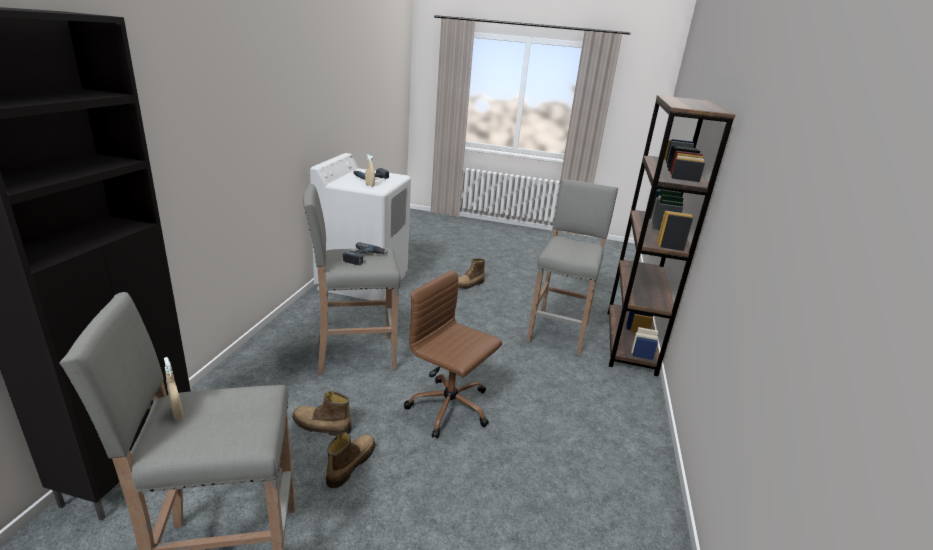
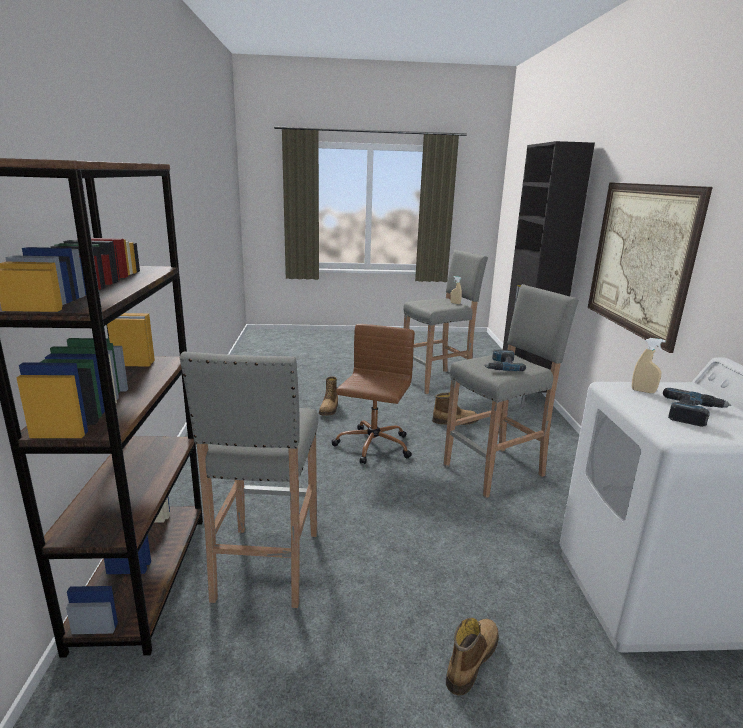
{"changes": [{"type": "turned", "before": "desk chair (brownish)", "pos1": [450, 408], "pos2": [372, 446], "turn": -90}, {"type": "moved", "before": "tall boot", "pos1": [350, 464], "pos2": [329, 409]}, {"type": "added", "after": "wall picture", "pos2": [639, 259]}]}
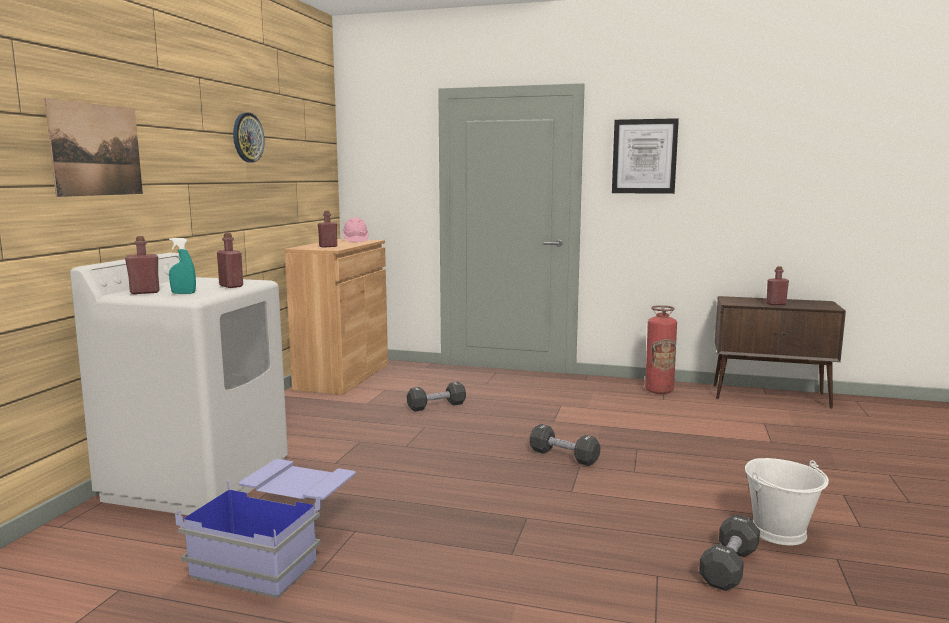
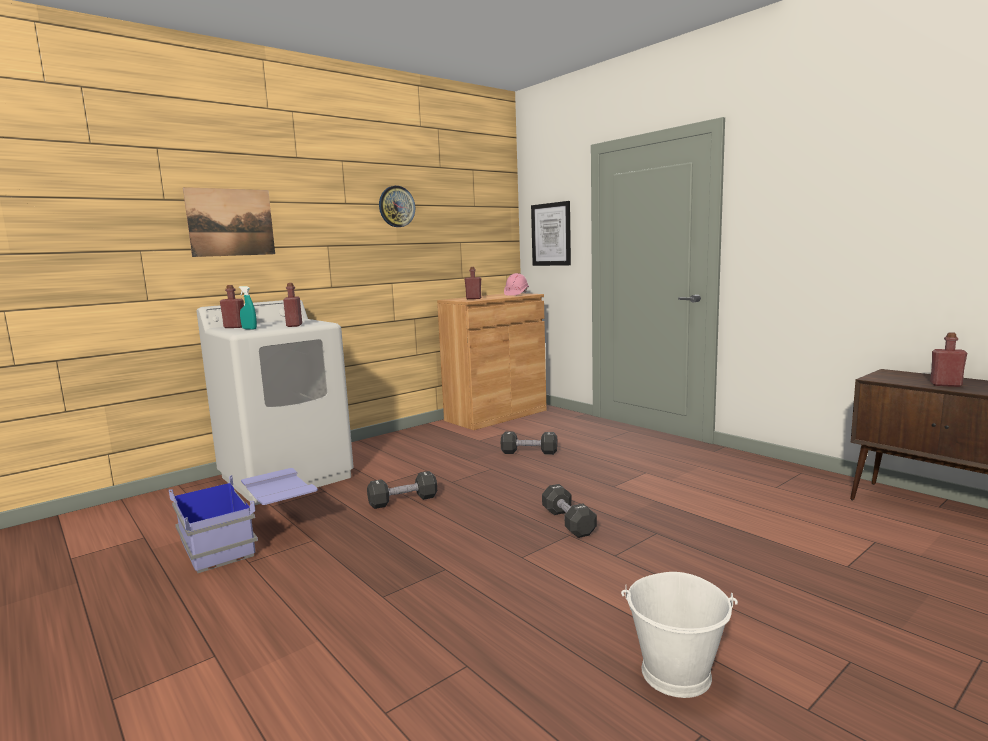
{"changes": [{"type": "moved", "before": "wall picture", "pos1": [644, 156], "pos2": [551, 234]}, {"type": "removed", "before": "fire extinguisher", "pos1": [659, 390]}, {"type": "moved", "before": "dumbbell (black-coloured)", "pos1": [729, 567], "pos2": [403, 501]}]}
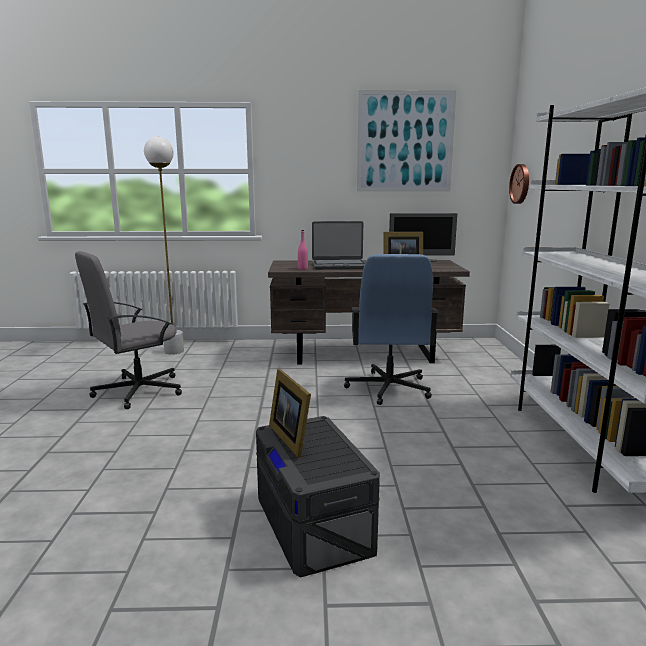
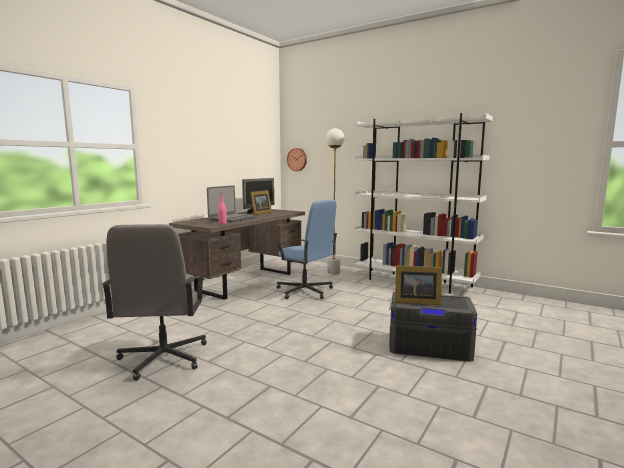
{"changes": [{"type": "removed", "before": "wall picture", "pos1": [405, 142]}, {"type": "moved", "before": "standard lamp (whitish)", "pos1": [174, 351], "pos2": [333, 272]}]}
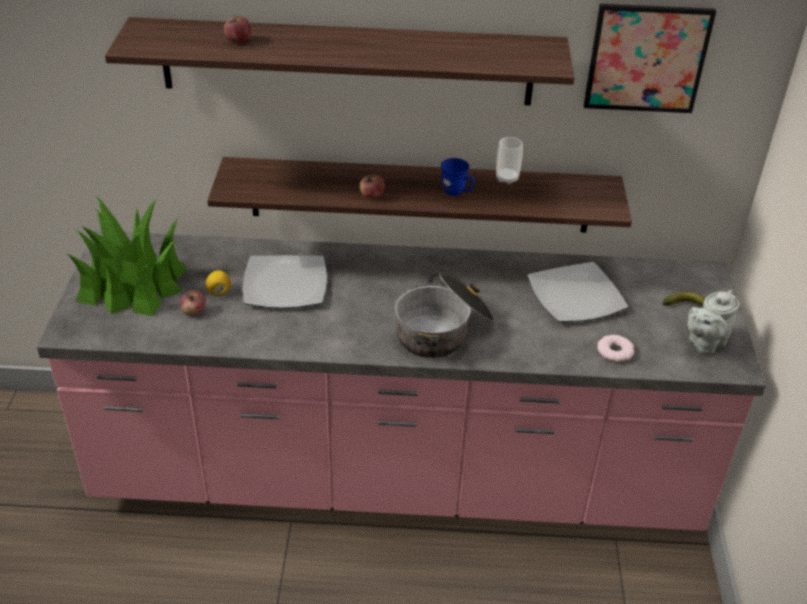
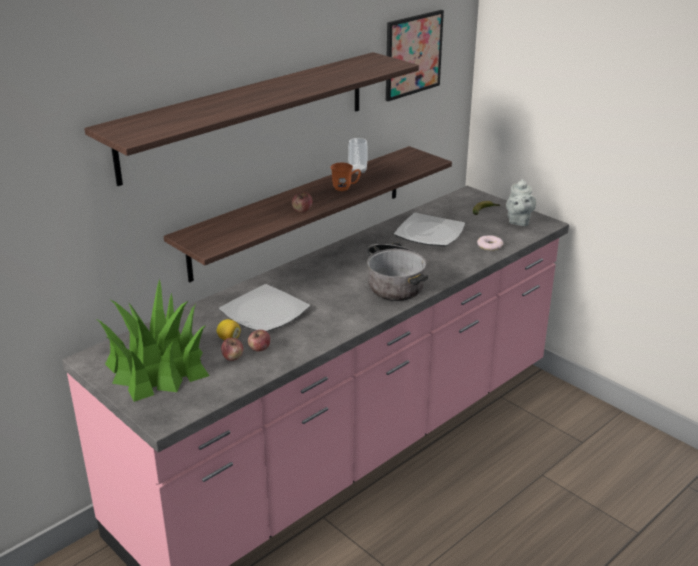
{"changes": [{"type": "moved", "before": "apple", "pos1": [238, 40], "pos2": [259, 348]}, {"type": "recoloured", "before": "coffee mug (bluish)", "after": "coffee mug (orangey)", "pos1": [457, 192], "pos2": [345, 188]}]}
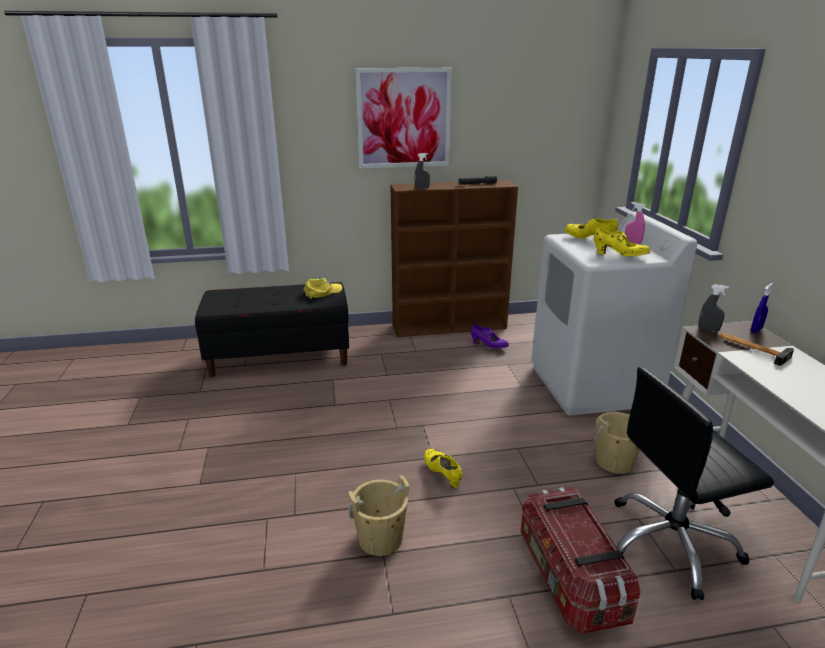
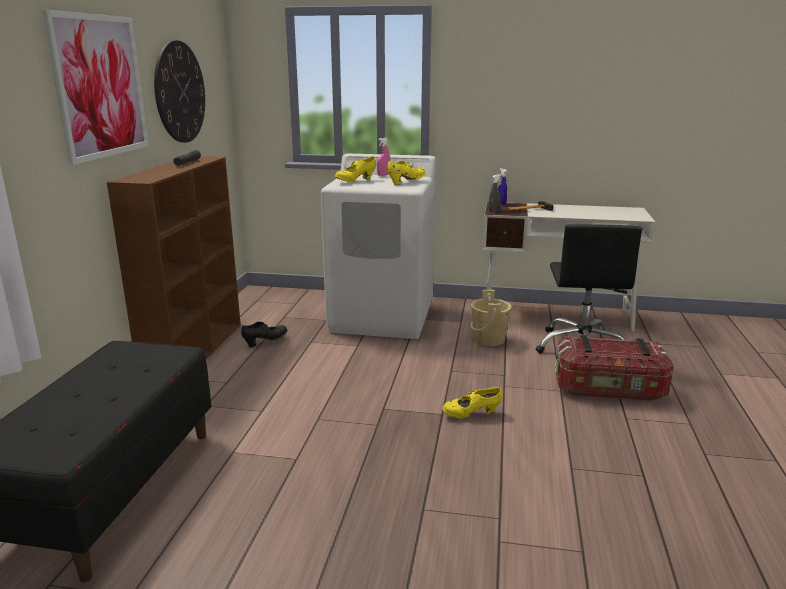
{"changes": [{"type": "removed", "before": "spray bottle (greyish)", "pos1": [422, 188]}, {"type": "removed", "before": "baseball cap (yellowish)", "pos1": [322, 292]}, {"type": "recoloured", "before": "item of footwear (purplish)", "after": "item of footwear (black-coloured)", "pos1": [488, 346], "pos2": [265, 341]}, {"type": "removed", "before": "bucket (sand-coloured)", "pos1": [380, 538]}, {"type": "added", "after": "hanging clock", "pos2": [180, 92]}]}
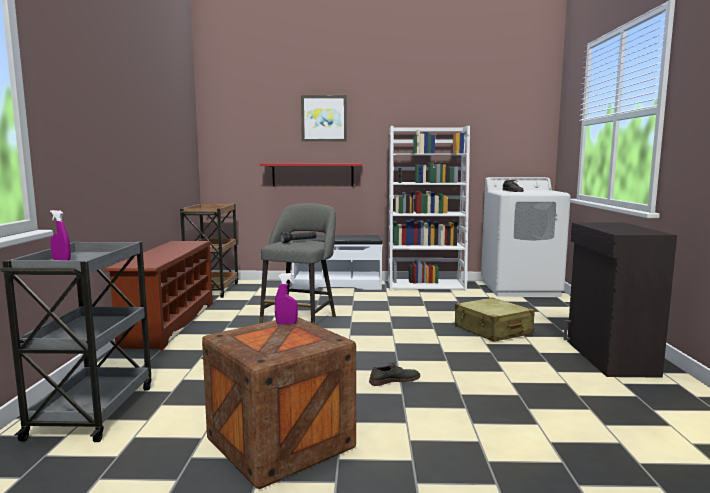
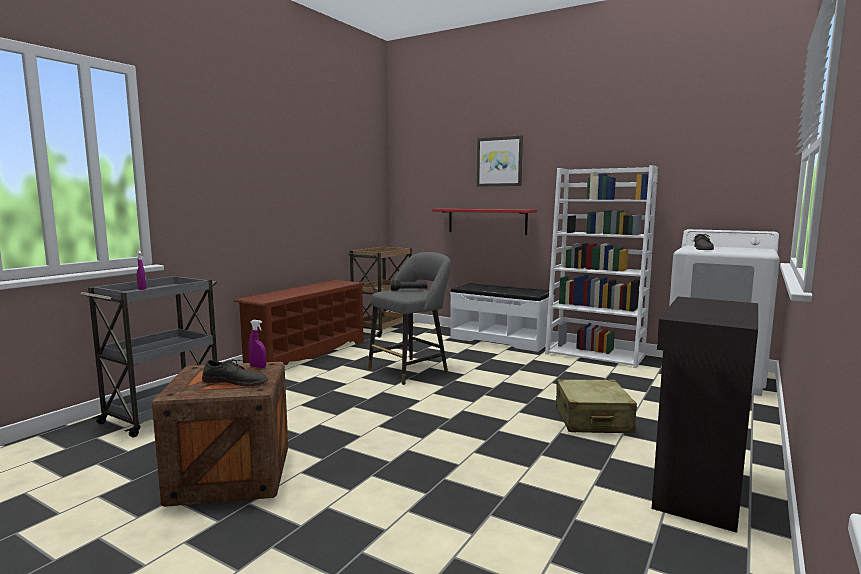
{"changes": [{"type": "moved", "before": "item of footwear (greyish)", "pos1": [394, 380], "pos2": [235, 381]}]}
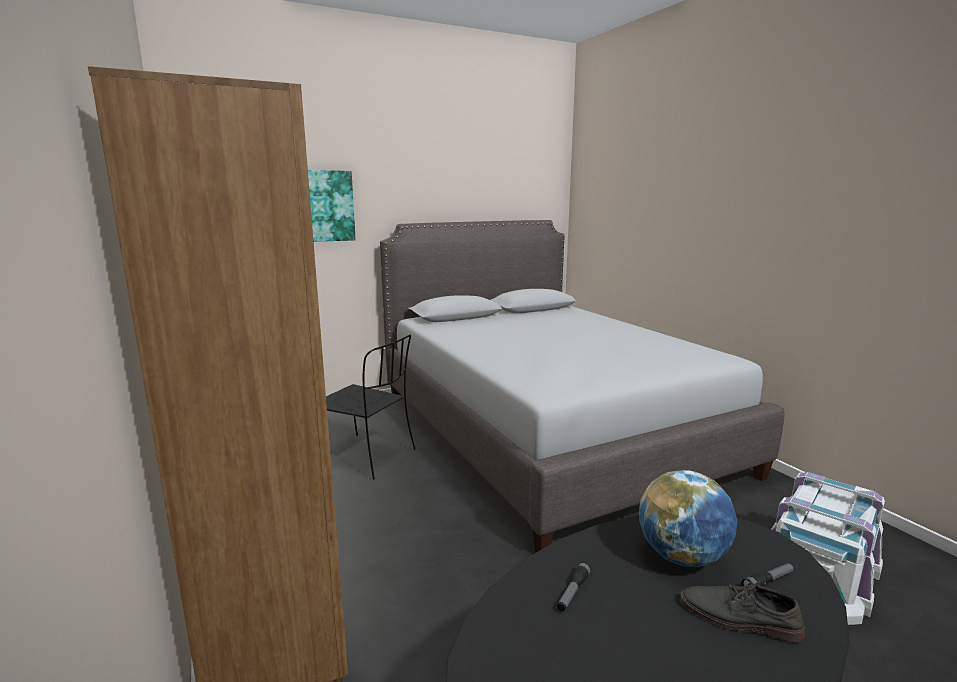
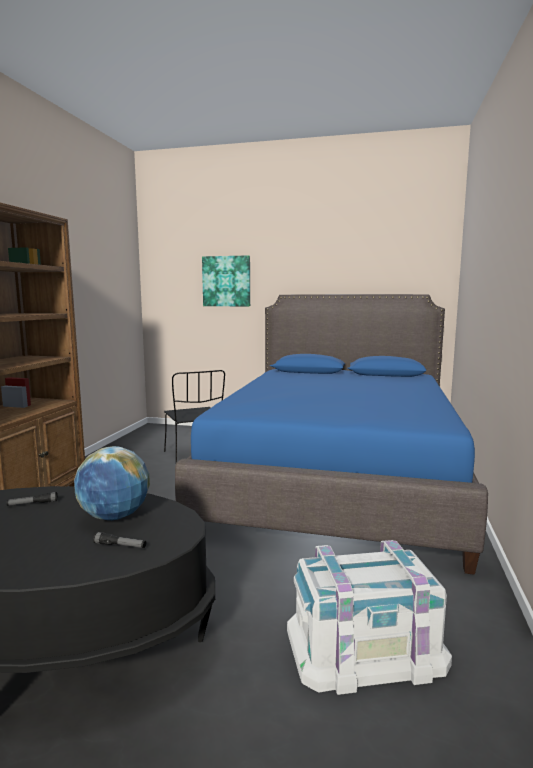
{"changes": [{"type": "recoloured", "before": "bedroom bed (greyish)", "after": "bedroom bed (bluish)", "pos1": [548, 432], "pos2": [337, 479]}, {"type": "removed", "before": "item of footwear (greyish)", "pos1": [739, 618]}]}
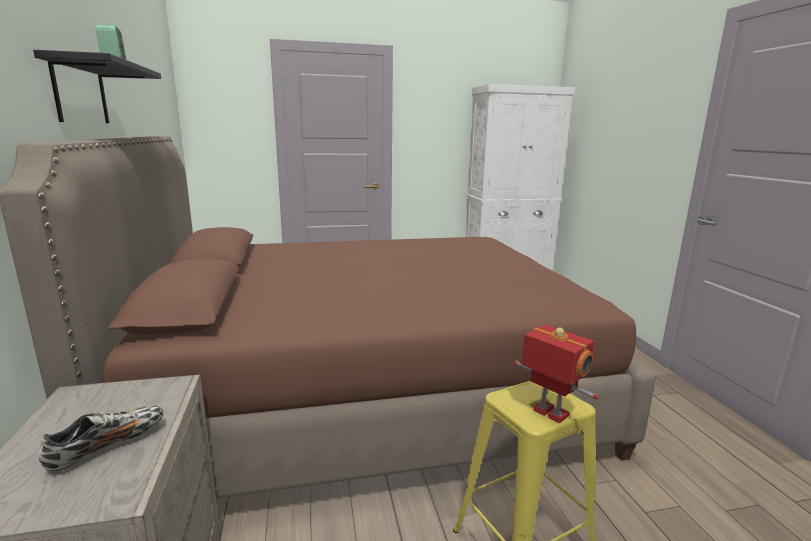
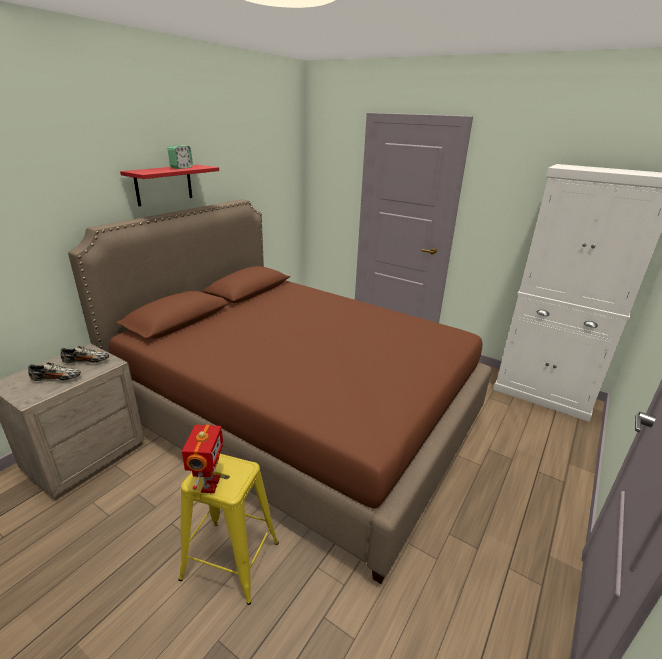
{"changes": [{"type": "recoloured", "before": "bracket shelf (black-coloured)", "after": "bracket shelf (reddish)", "pos1": [80, 92], "pos2": [164, 184]}, {"type": "added", "after": "item of footwear", "pos2": [86, 361]}]}
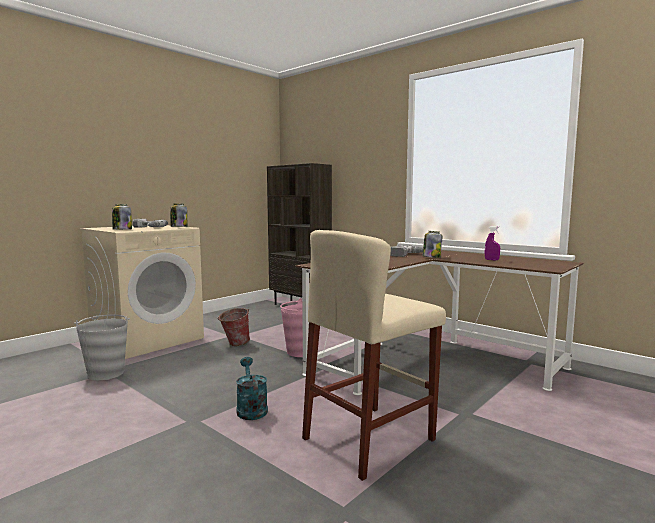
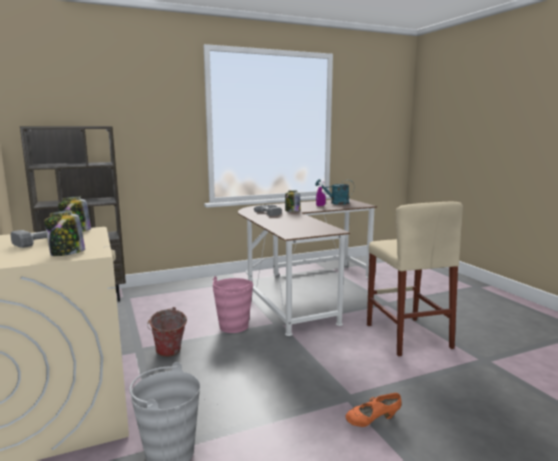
{"changes": [{"type": "moved", "before": "watering pot (blue-green)", "pos1": [251, 409], "pos2": [336, 203]}, {"type": "added", "after": "item of footwear (orangey)", "pos2": [372, 421]}]}
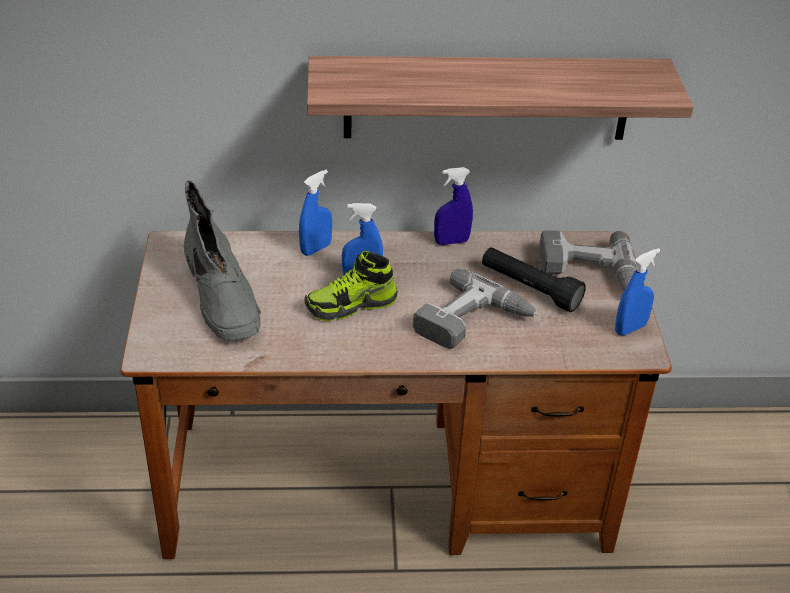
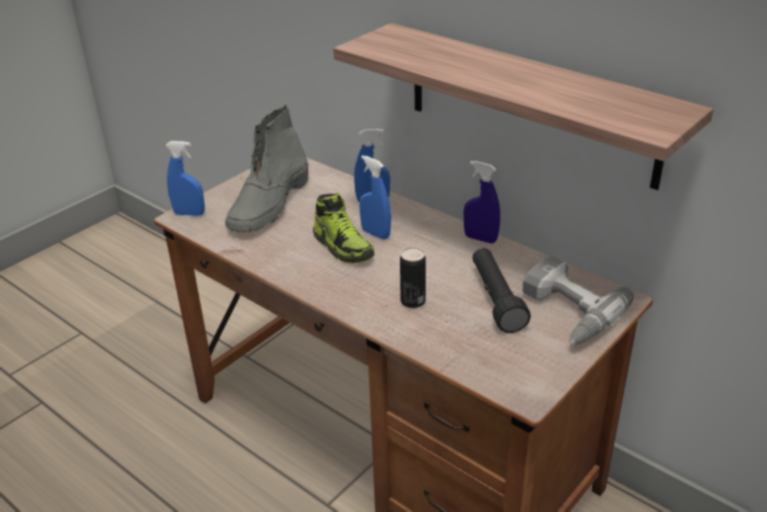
{"changes": [{"type": "moved", "before": "spray bottle (bluish)", "pos1": [630, 328], "pos2": [189, 213]}, {"type": "turned", "before": "item of footwear", "pos1": [351, 305], "pos2": [343, 247], "turn": -150}, {"type": "replaced", "before": "electric drill", "after": "sealed can", "pos1": [473, 323], "pos2": [413, 301]}]}
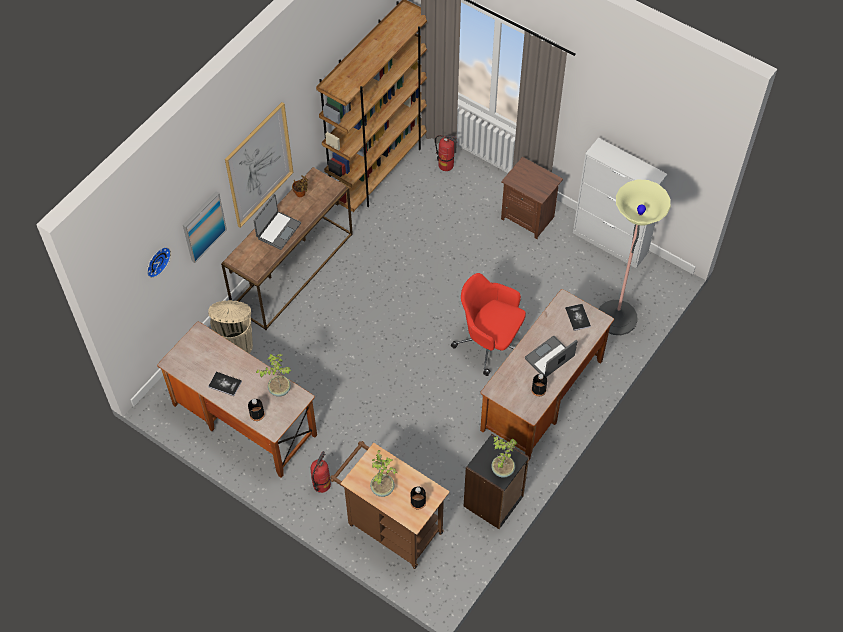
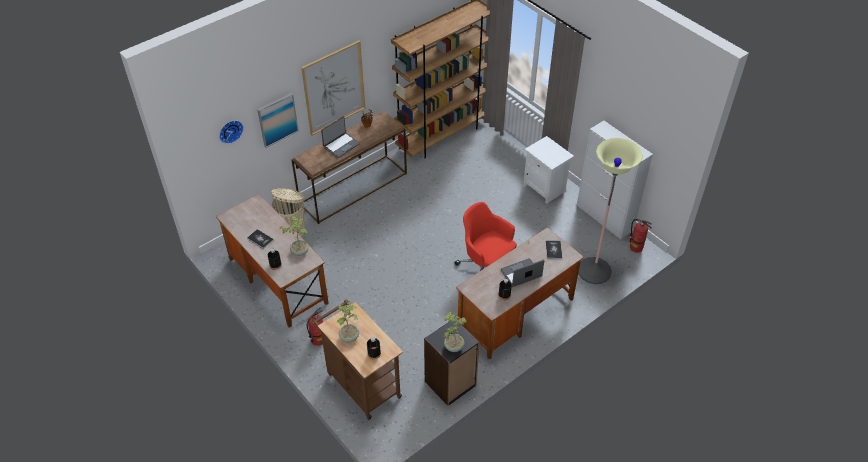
{"changes": [{"type": "moved", "before": "fire extinguisher", "pos1": [446, 165], "pos2": [636, 247]}, {"type": "recoloured", "before": "nightstand (brownish)", "after": "nightstand (whitish)", "pos1": [528, 217], "pos2": [545, 188]}]}
